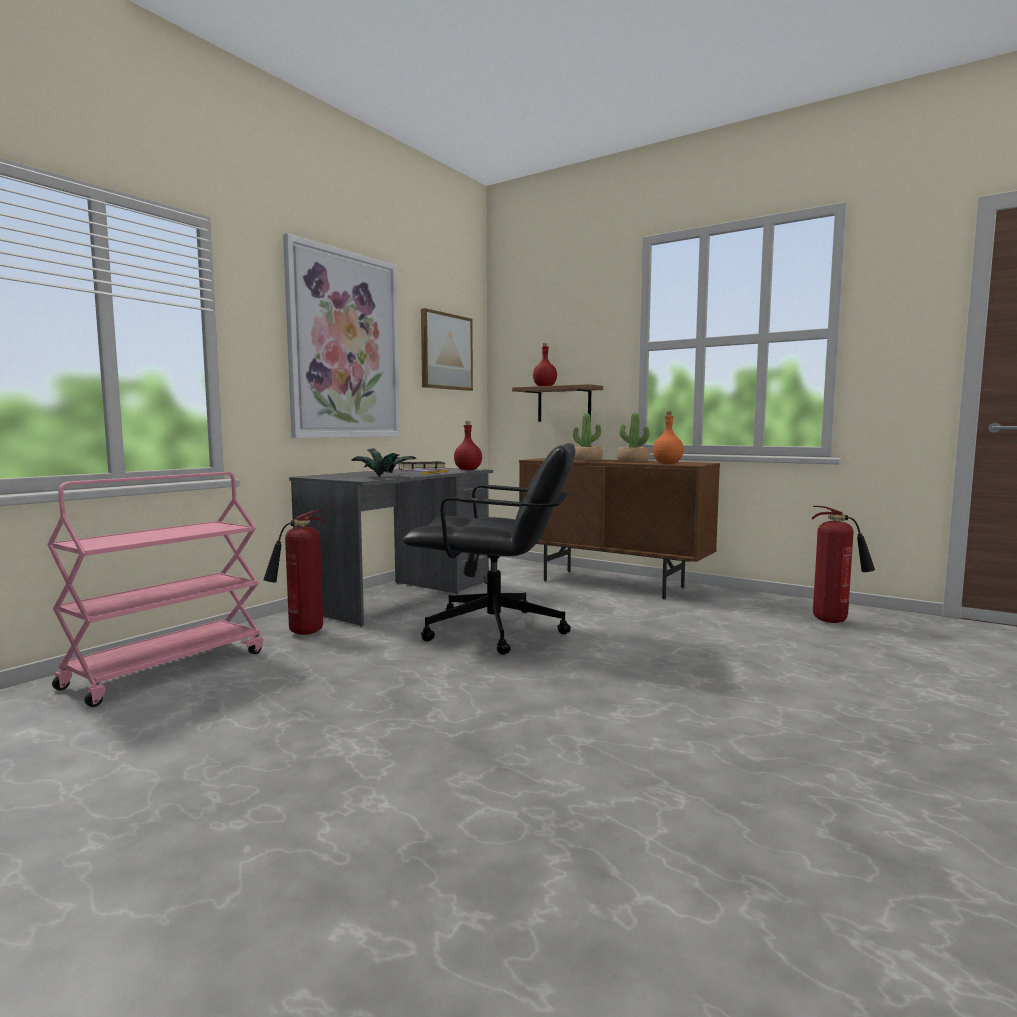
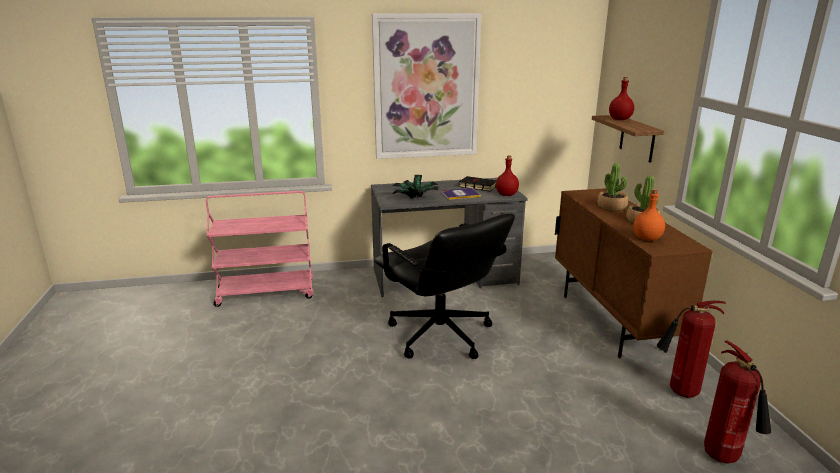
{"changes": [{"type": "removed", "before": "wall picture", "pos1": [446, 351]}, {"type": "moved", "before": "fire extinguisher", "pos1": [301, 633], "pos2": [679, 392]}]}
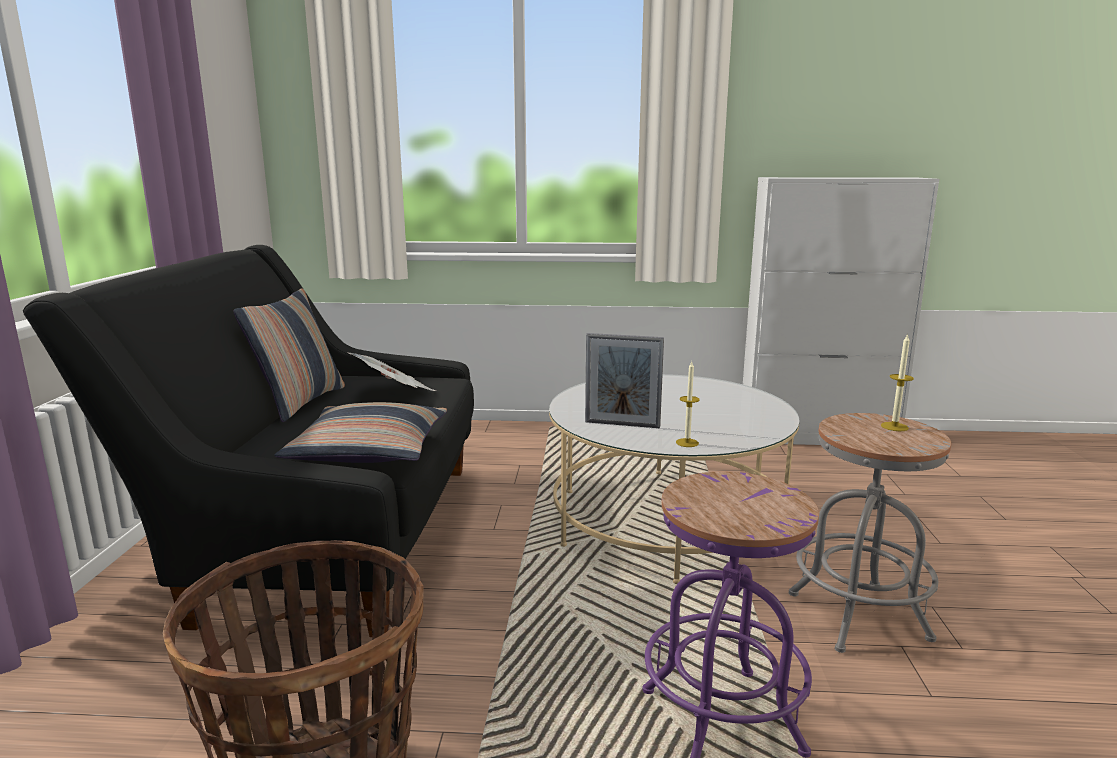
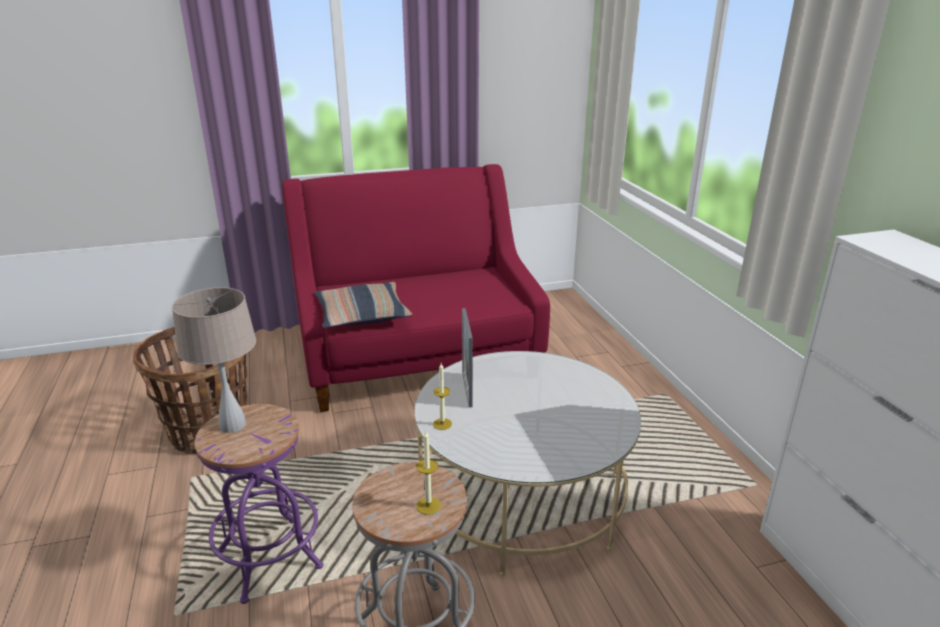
{"changes": [{"type": "recoloured", "before": "settee (black-coloured)", "after": "settee (reddish)", "pos1": [327, 534], "pos2": [417, 358]}, {"type": "removed", "before": "cushion", "pos1": [300, 402]}, {"type": "removed", "before": "daily paper", "pos1": [394, 393]}, {"type": "added", "after": "table lamp (sand-coloured)", "pos2": [233, 425]}]}
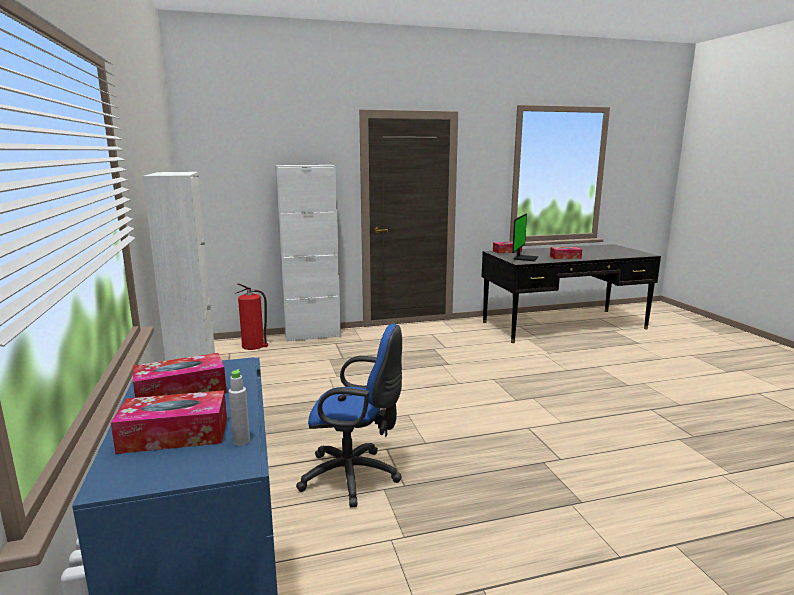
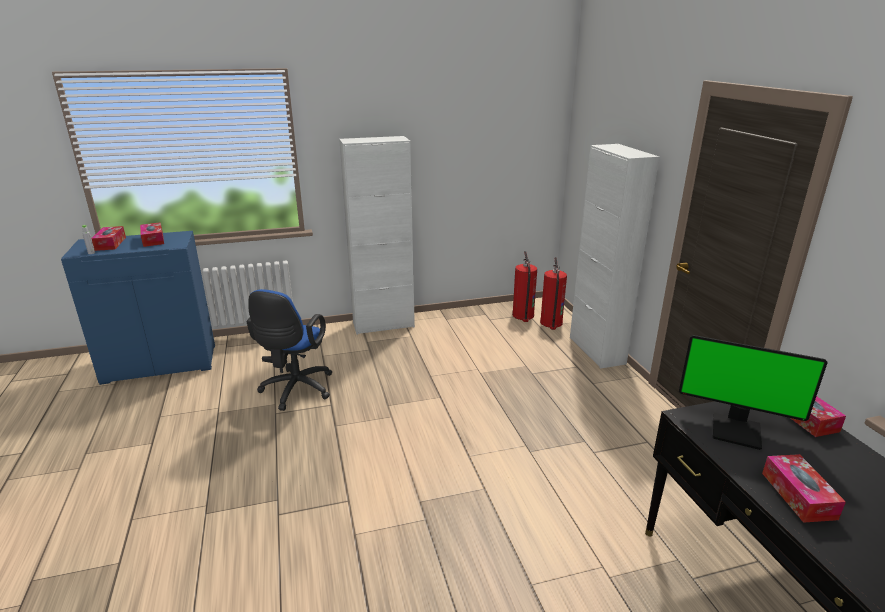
{"changes": [{"type": "added", "after": "fire extinguisher", "pos2": [523, 315]}]}
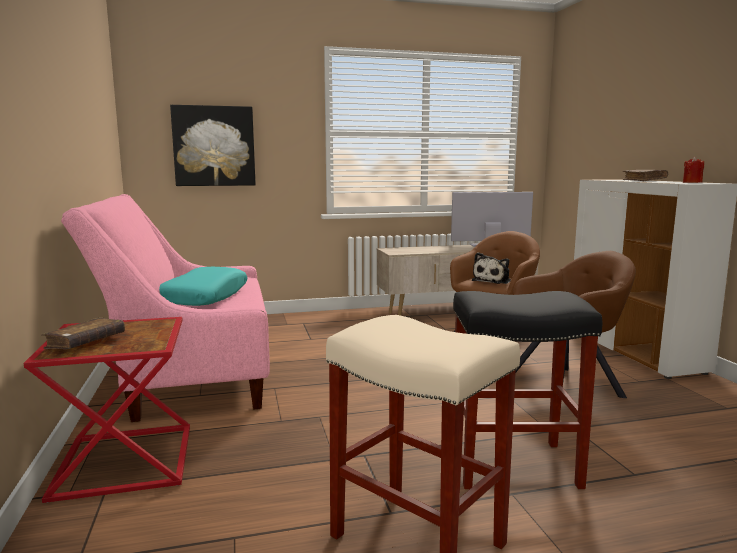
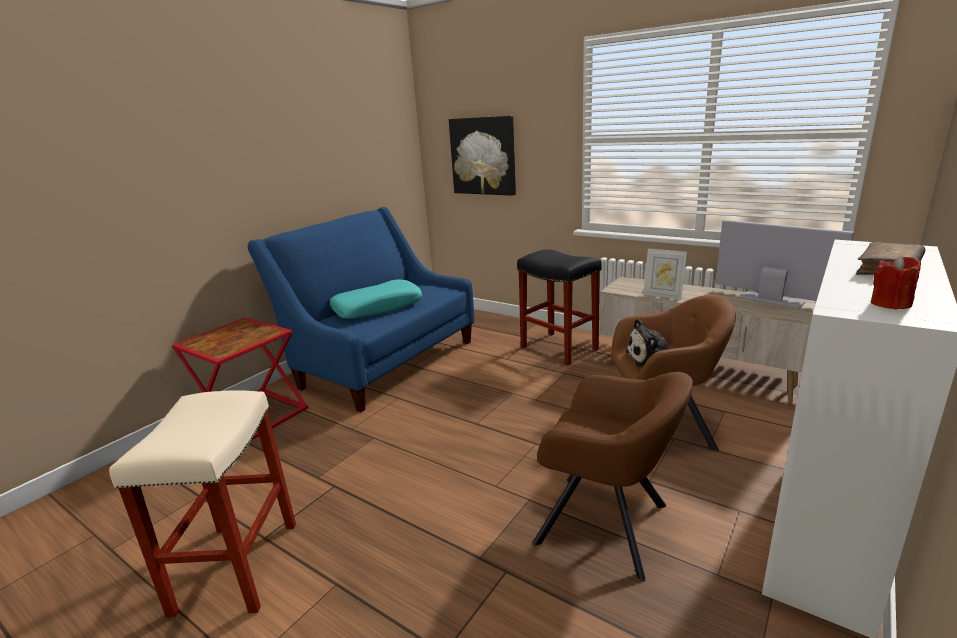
{"changes": [{"type": "recoloured", "before": "settee (pink)", "after": "settee (bluish)", "pos1": [190, 373], "pos2": [382, 362]}, {"type": "moved", "before": "sitting stool (black-coloured)", "pos1": [514, 464], "pos2": [560, 348]}, {"type": "removed", "before": "bound book (brownish)", "pos1": [86, 343]}, {"type": "added", "after": "standing frame", "pos2": [662, 296]}]}
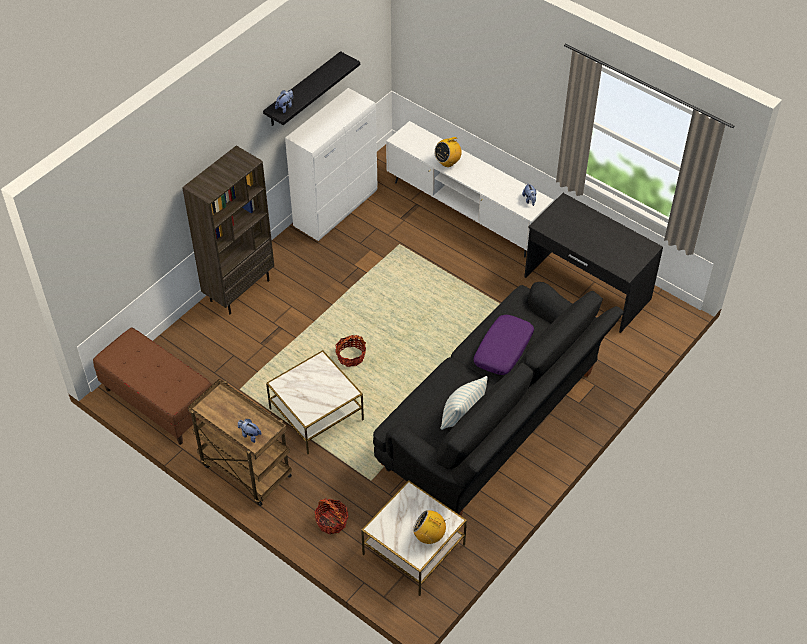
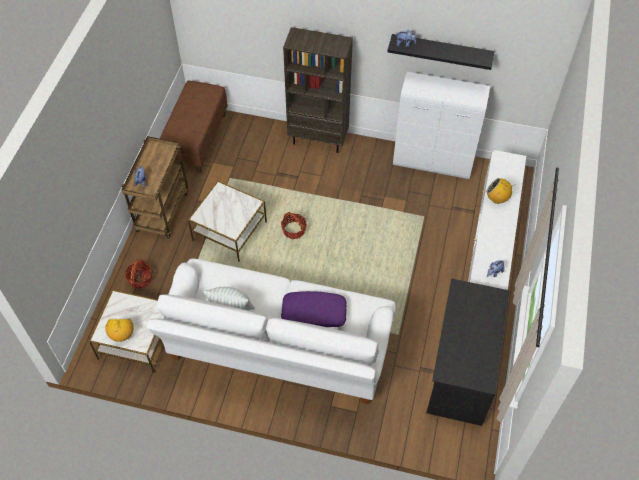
{"changes": [{"type": "recoloured", "before": "settee (black-coloured)", "after": "settee (whitish)", "pos1": [494, 423], "pos2": [278, 350]}]}
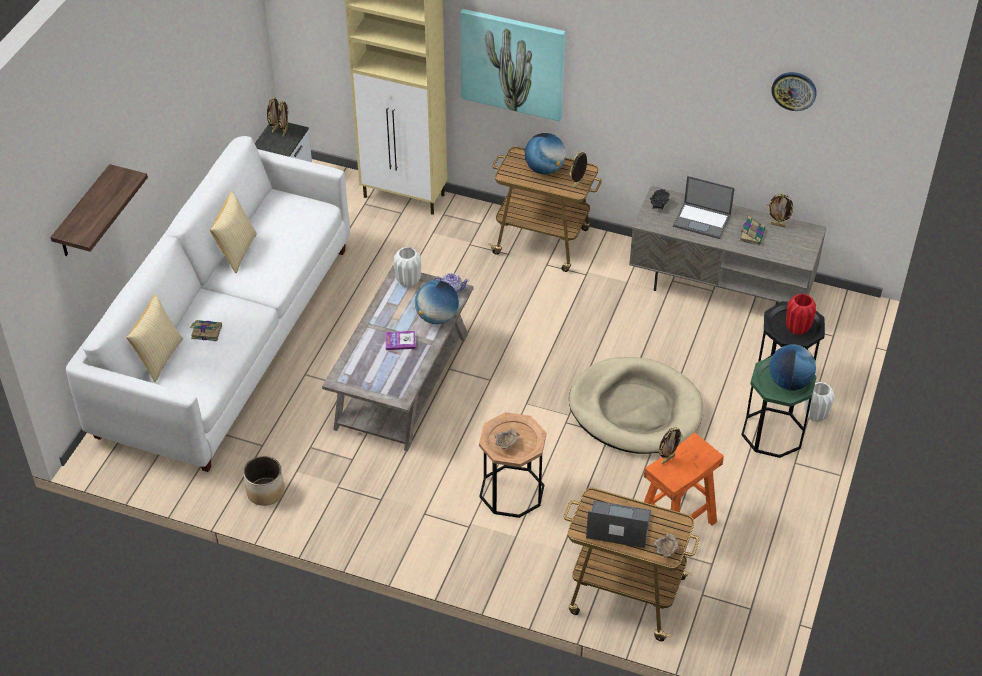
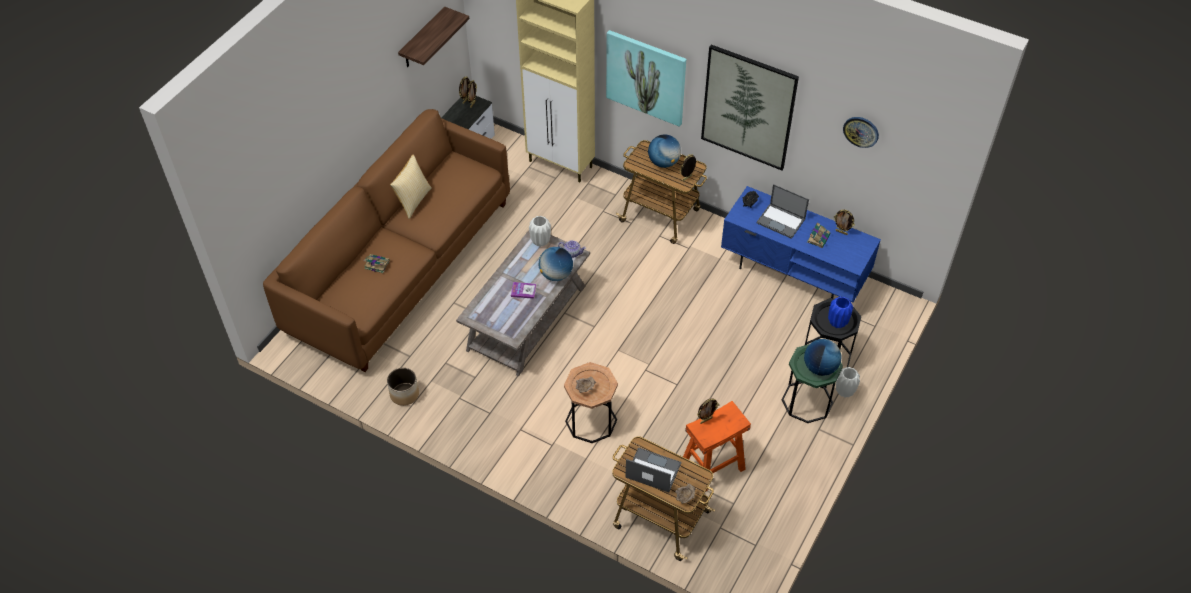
{"changes": [{"type": "recoloured", "before": "settee (whitish)", "after": "settee (brownish)", "pos1": [226, 339], "pos2": [400, 266]}, {"type": "moved", "before": "bracket shelf", "pos1": [83, 213], "pos2": [423, 39]}, {"type": "recoloured", "before": "tv unit (greyish)", "after": "tv unit (bluish)", "pos1": [722, 286], "pos2": [794, 272]}, {"type": "recoloured", "before": "vase (reddish)", "after": "vase (bluish)", "pos1": [797, 329], "pos2": [837, 322]}, {"type": "removed", "before": "cushion", "pos1": [159, 357]}, {"type": "removed", "before": "pet bed (sand-coloured)", "pos1": [635, 410]}, {"type": "added", "after": "wall picture", "pos2": [748, 107]}]}
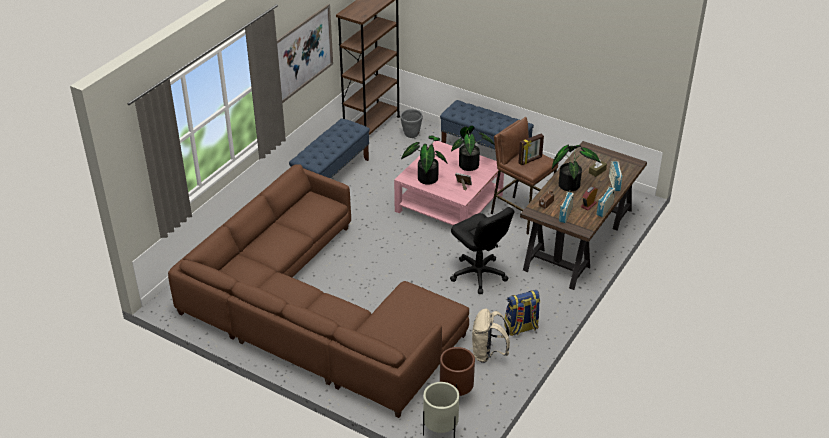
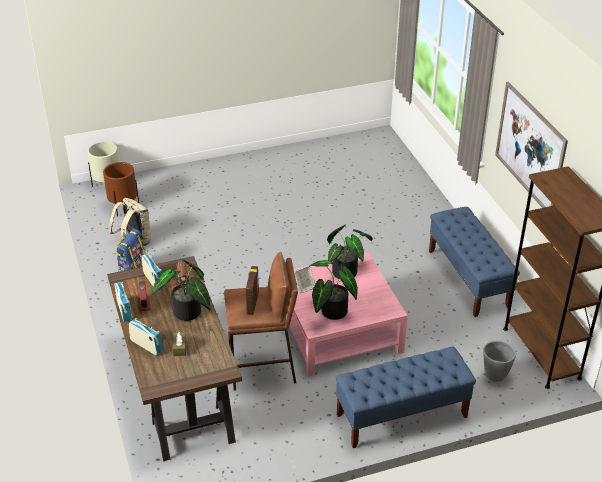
{"changes": [{"type": "removed", "before": "settee (brownish)", "pos1": [313, 312]}, {"type": "removed", "before": "desk chair (black-coloured)", "pos1": [478, 274]}]}
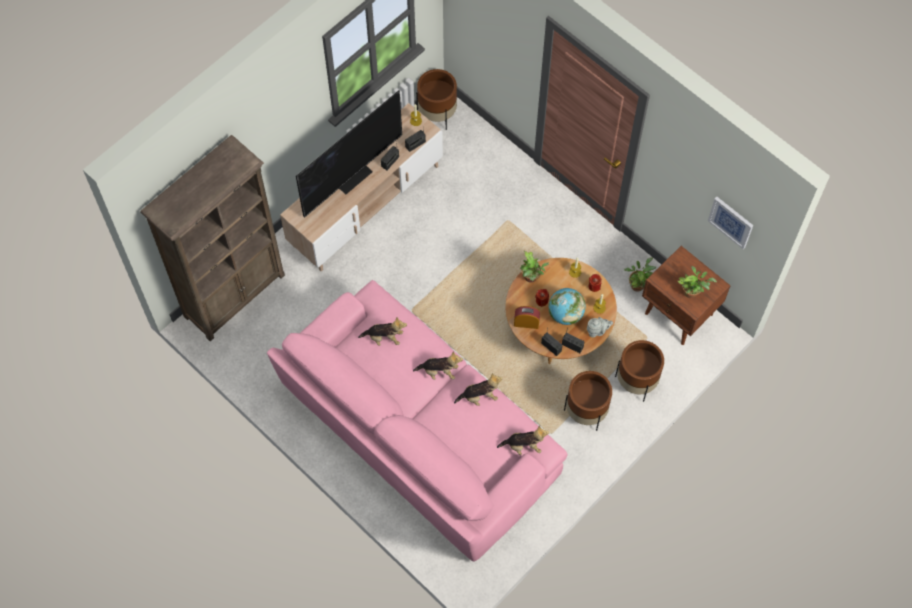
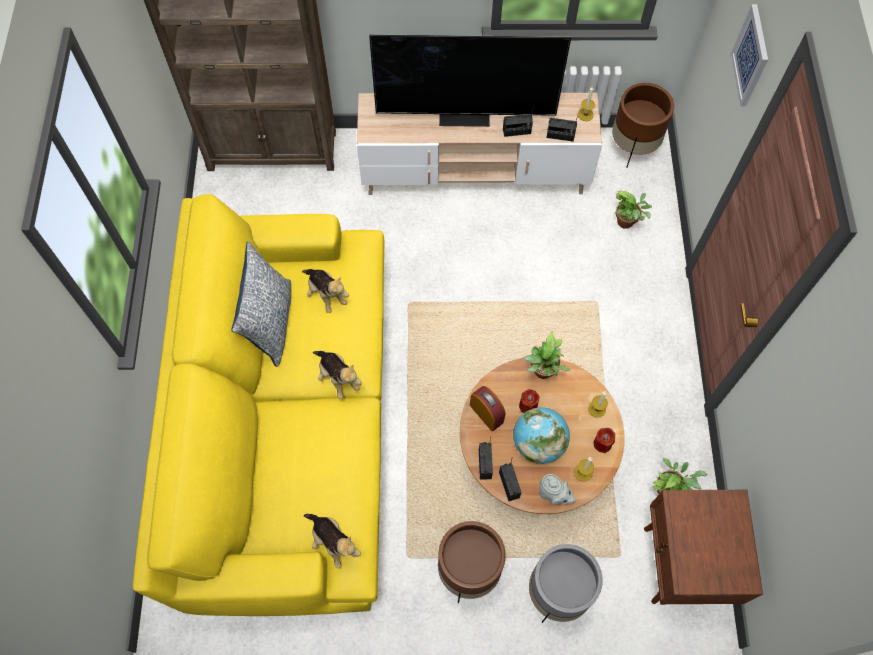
{"changes": [{"type": "moved", "before": "wall picture", "pos1": [731, 221], "pos2": [751, 56]}, {"type": "moved", "before": "potted plant", "pos1": [692, 292], "pos2": [627, 223]}, {"type": "recoloured", "before": "settee (pink)", "after": "settee (yellowish)", "pos1": [418, 429], "pos2": [287, 422]}, {"type": "recoloured", "before": "planter (brownish)", "after": "planter (greyish)", "pos1": [636, 381], "pos2": [557, 593]}, {"type": "removed", "before": "cuddly toy", "pos1": [479, 396]}, {"type": "added", "after": "cushion", "pos2": [270, 322]}]}
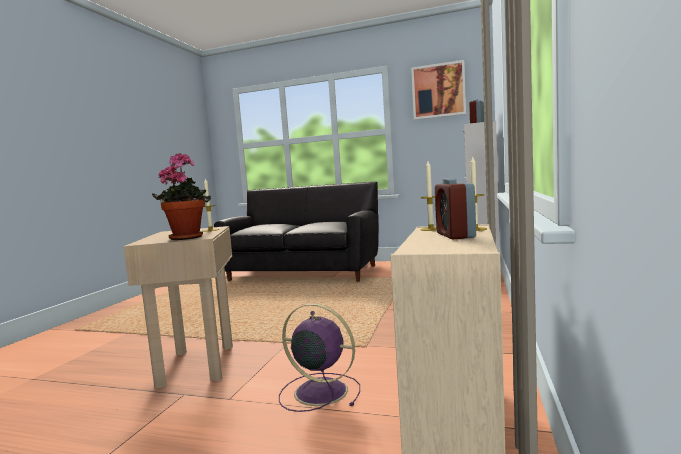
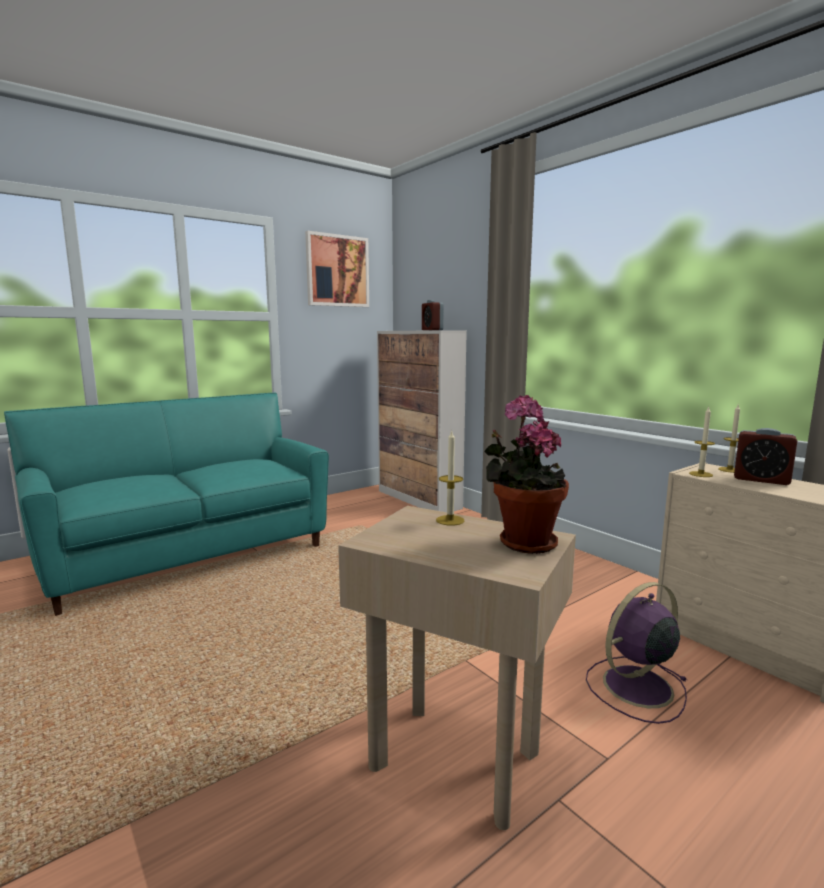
{"changes": [{"type": "recoloured", "before": "settee (black-coloured)", "after": "settee (blue-green)", "pos1": [303, 273], "pos2": [188, 556]}]}
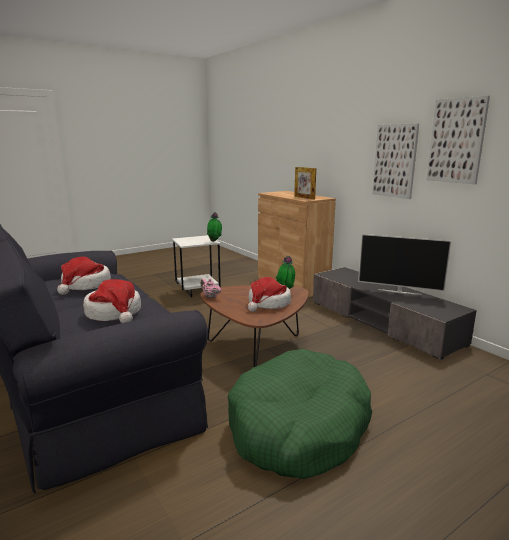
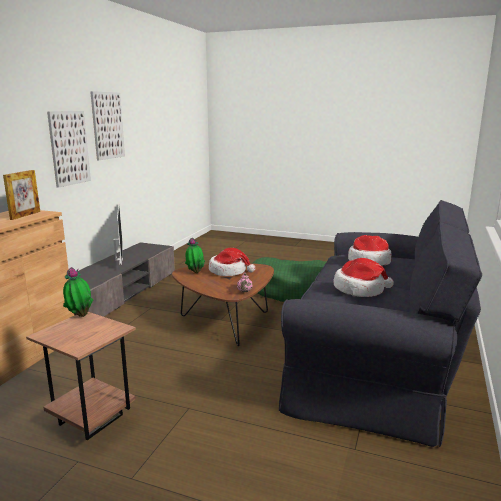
{"changes": [{"type": "recoloured", "before": "side table (whitish)", "after": "side table (brownish)", "pos1": [198, 291], "pos2": [90, 421]}]}
